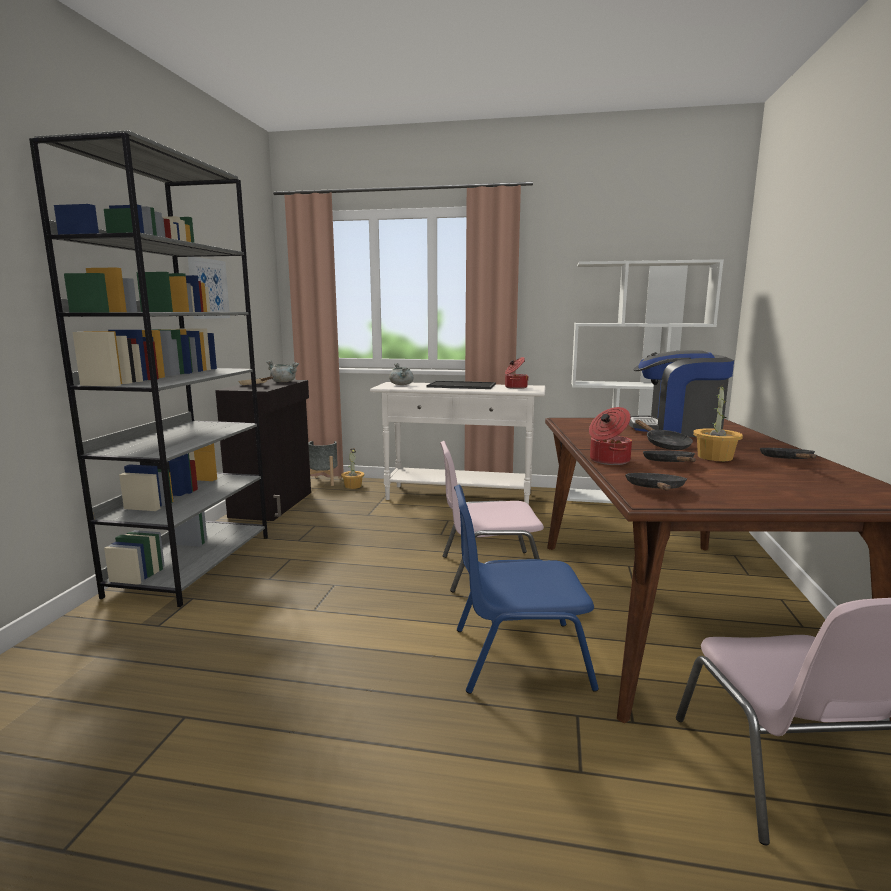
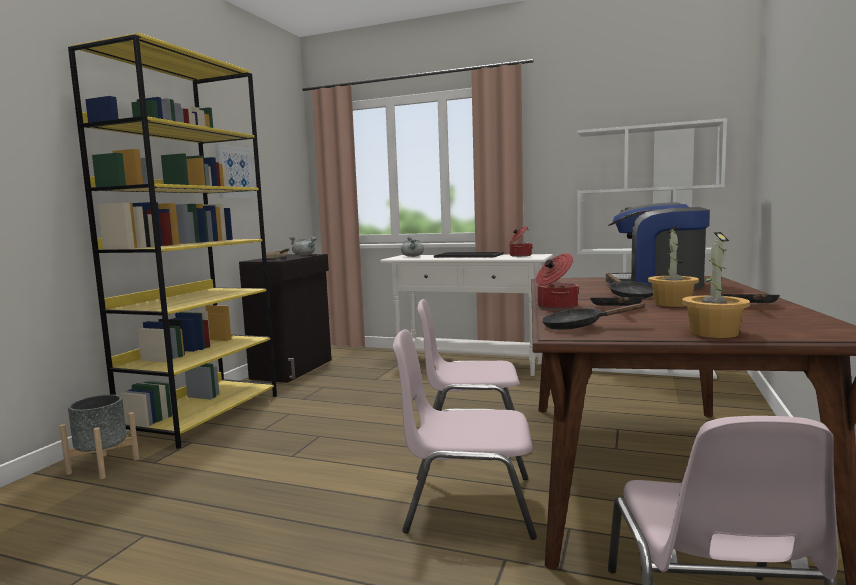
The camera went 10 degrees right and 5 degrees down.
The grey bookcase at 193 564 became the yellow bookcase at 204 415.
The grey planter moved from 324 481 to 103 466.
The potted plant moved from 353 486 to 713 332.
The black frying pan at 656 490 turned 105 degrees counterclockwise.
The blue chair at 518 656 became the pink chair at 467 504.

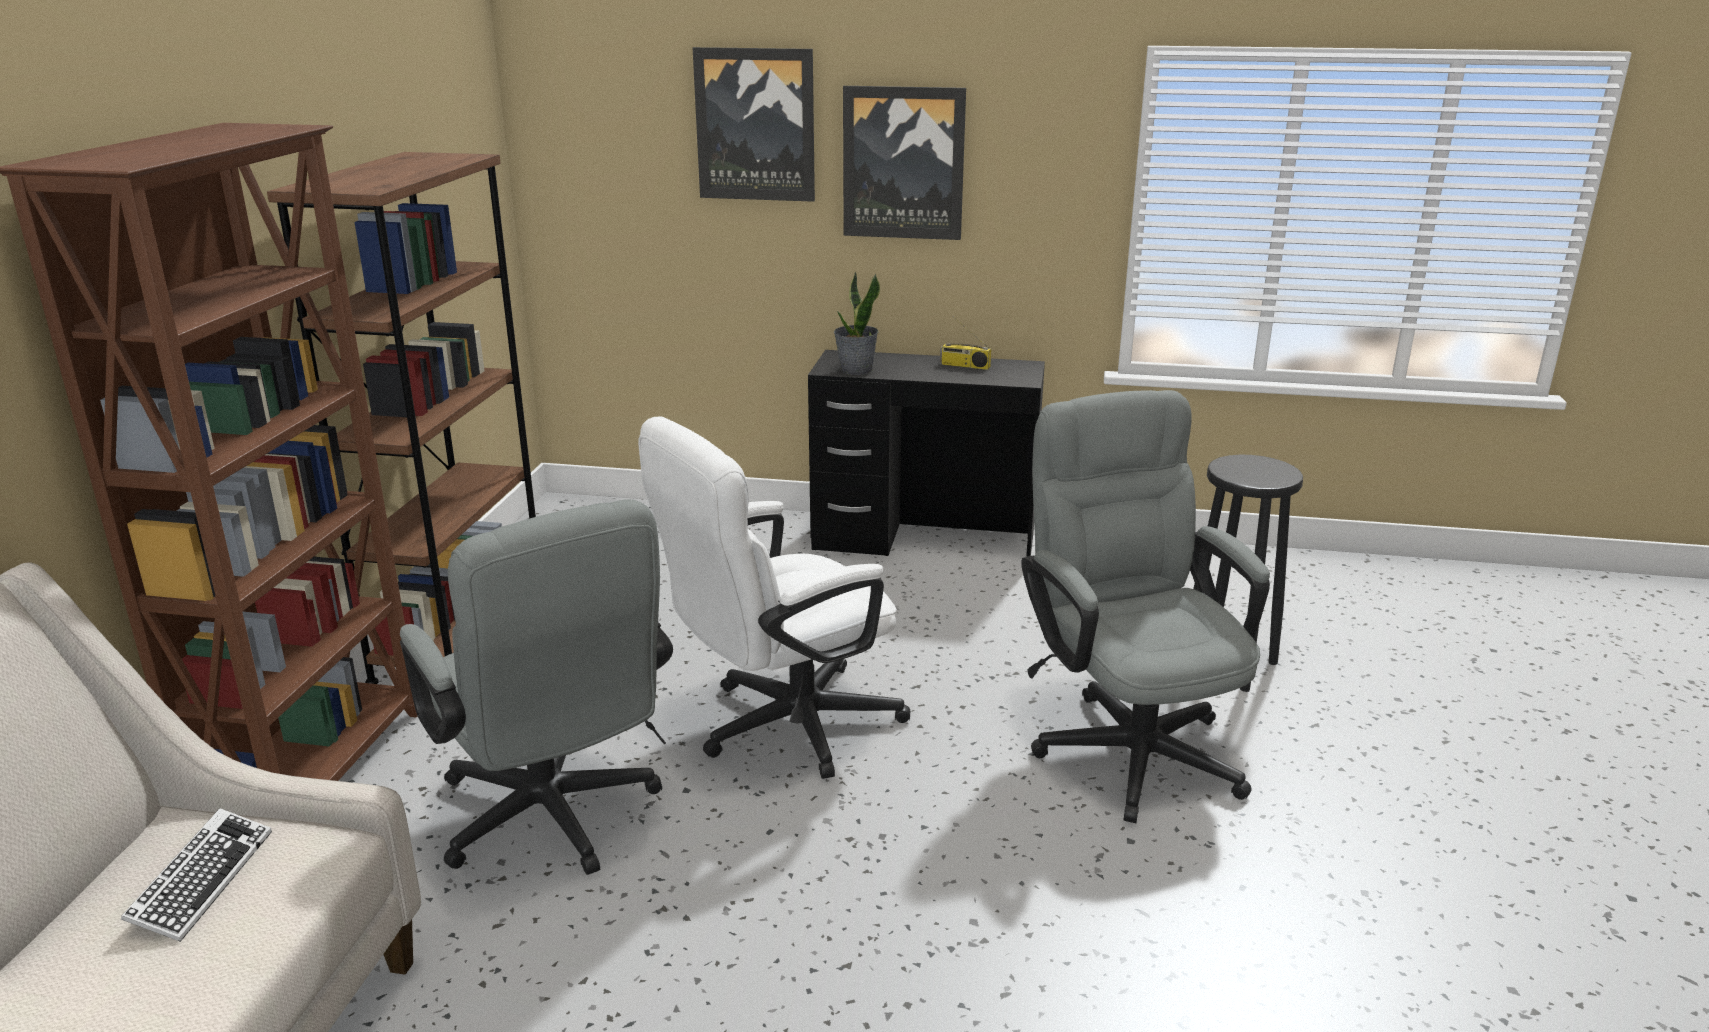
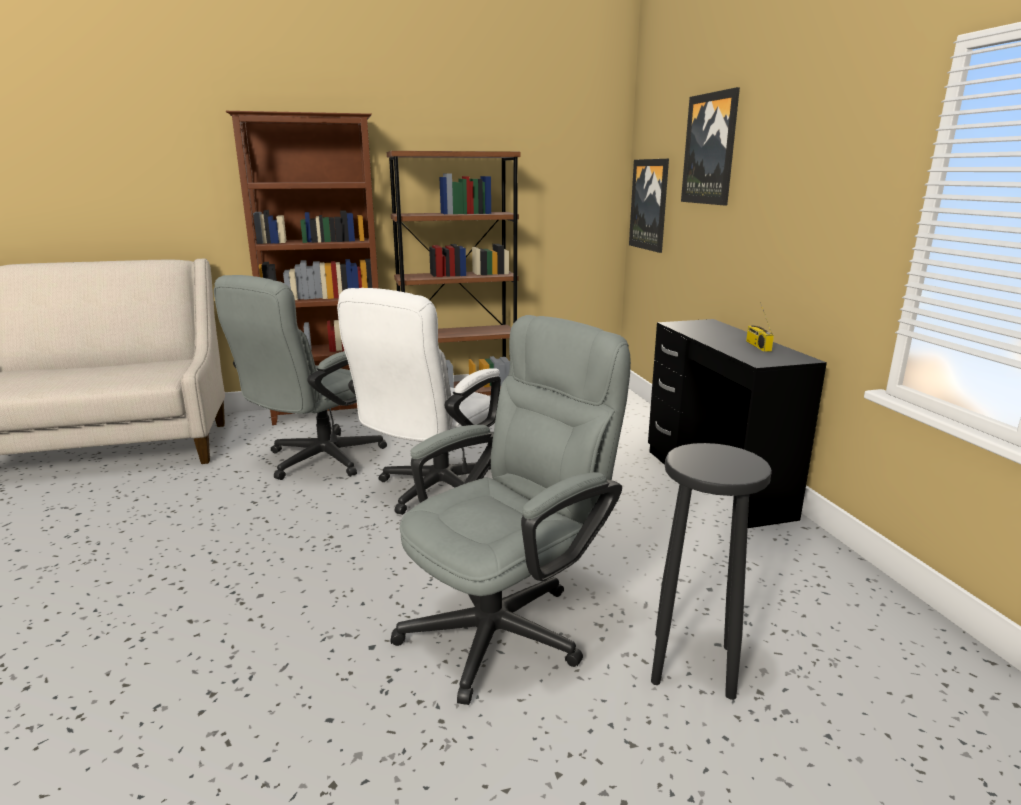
The camera went 65 degrees right and 5 degrees down.
The picture moved from 903 163 to 649 204.
The potted plant at 856 370 disappeared.
The white office chair at 782 727 turned 90 degrees counterclockwise.
The keyboard at 202 881 disappeared.

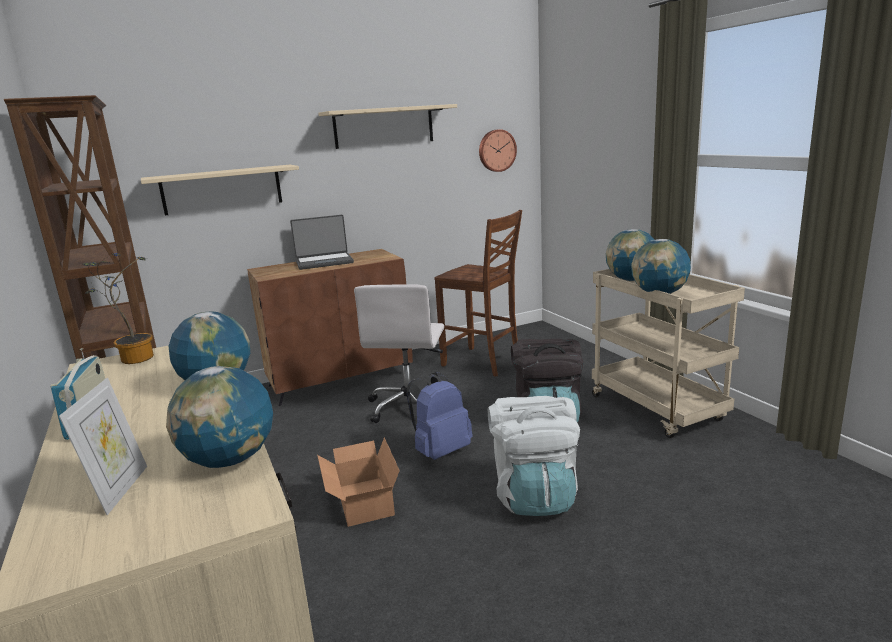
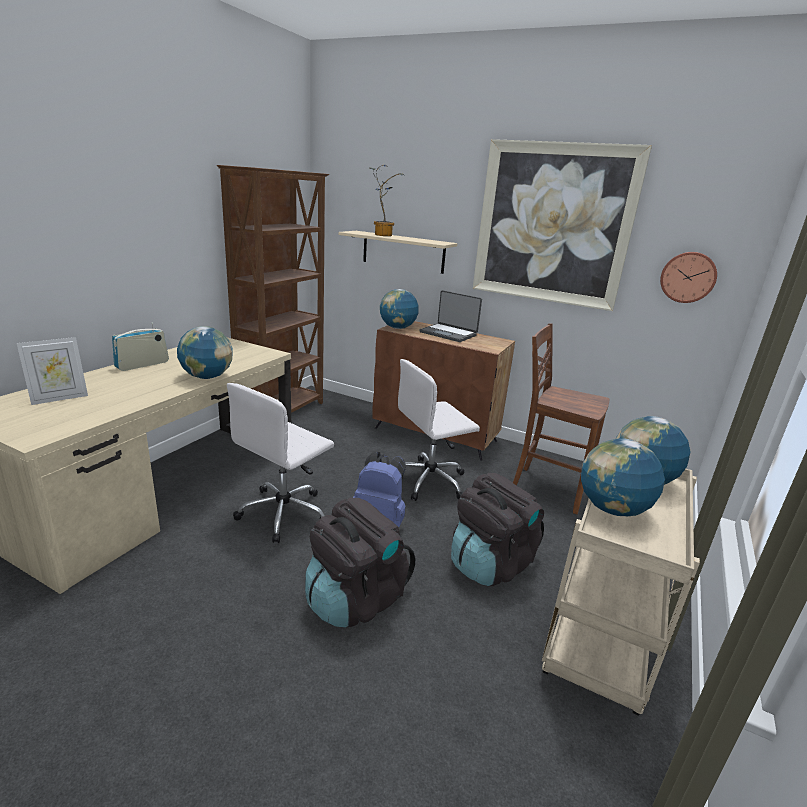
The camera went 50 degrees right and 5 degrees up.
The beige shelf at 384 127 was replaced by the picture at 553 225.
The brown chair at 482 363 turned 120 degrees clockwise.
The potted plant moved from 134 358 to 382 235.
The globe moved from 230 460 to 397 328.
The white backpack at 534 495 became the black backpack at 355 599.
The cardboard box at 362 503 was replaced by the white office chair at 285 513.

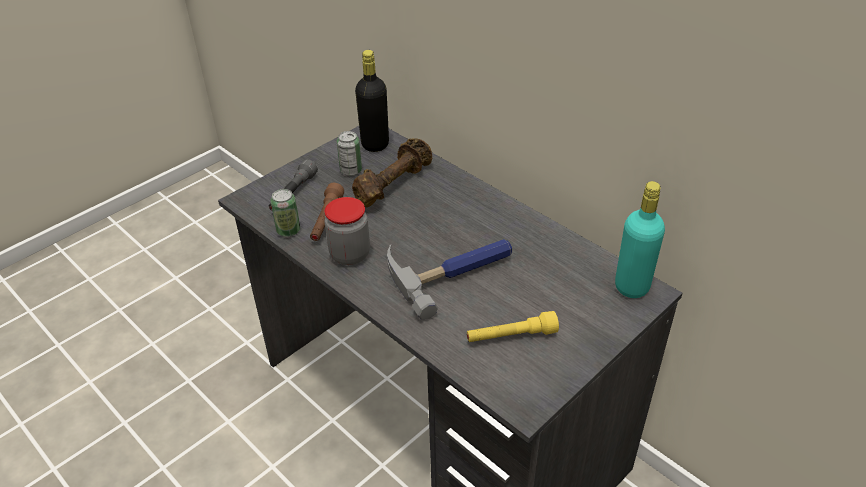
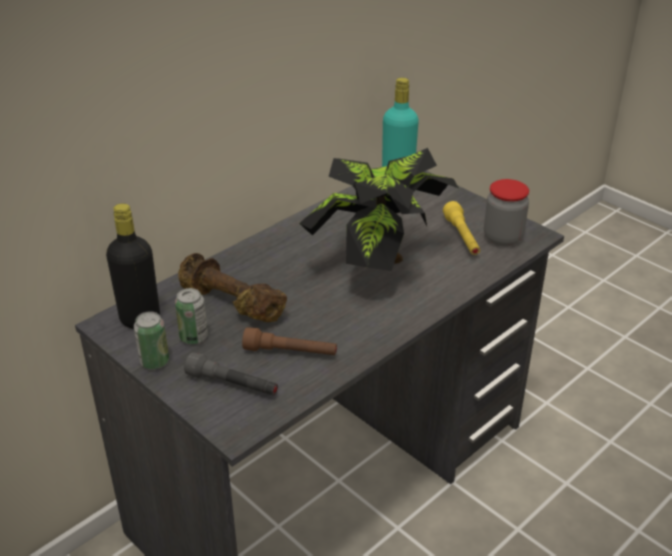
The camera went 90 degrees left and 5 degrees down.
The can moved from 288 230 to 154 361.
The jar moved from 350 254 to 502 238.
The hammer at 452 270 was replaced by the potted plant at 379 265.

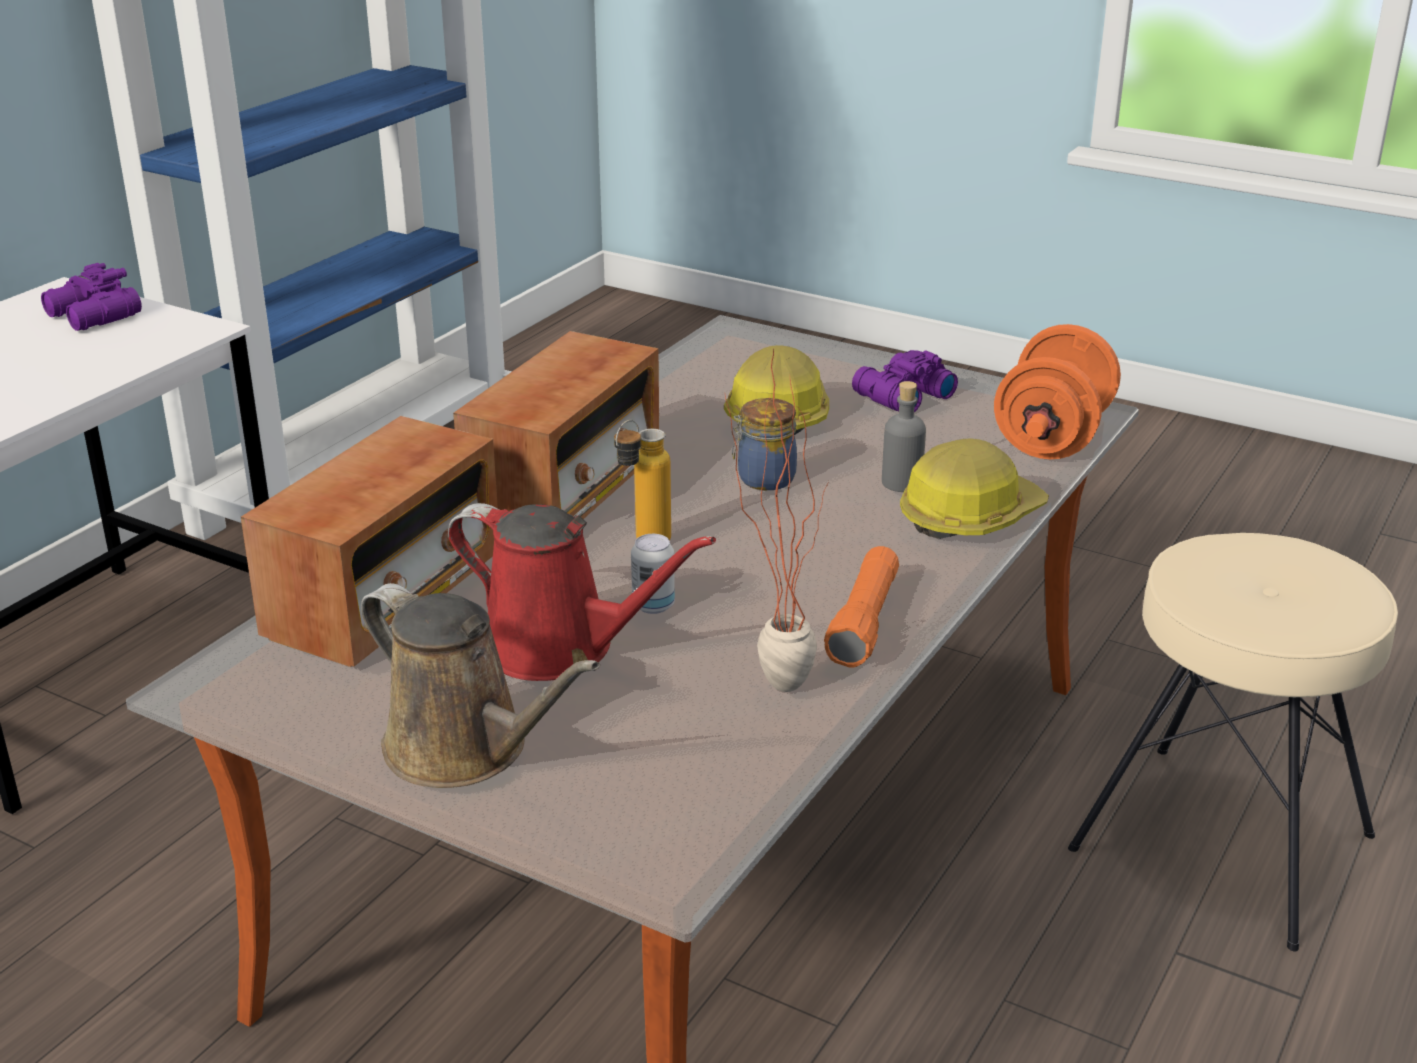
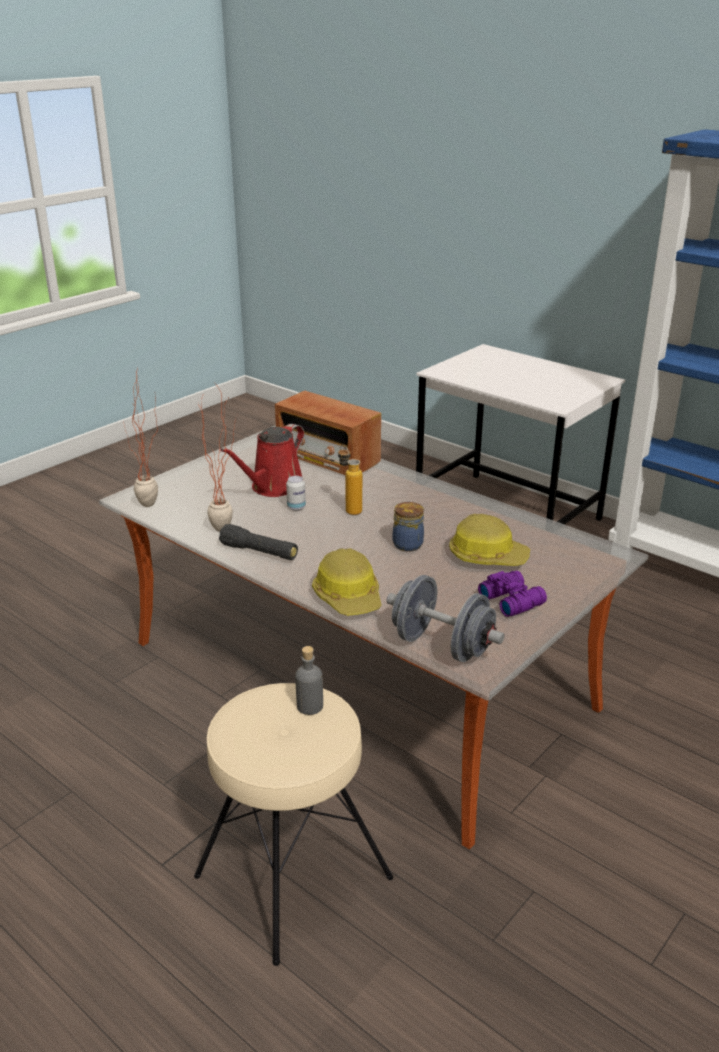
The camera went 100 degrees right and 0 degrees up.
The purple binoculars at 92 316 disappeared.
The orange dumbbell at 1052 437 became the grey dumbbell at 442 645.
The radio at 565 490 disappeared.
The grey bottle moved from 901 483 to 309 706.
The orange flashlight at 864 622 became the black flashlight at 259 552.
The brown watering can at 465 750 disappeared.
The potted plant at 151 507 appeared.

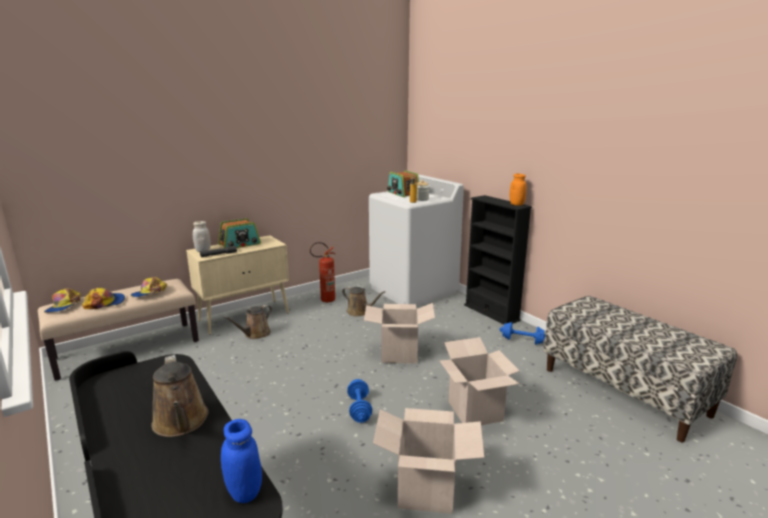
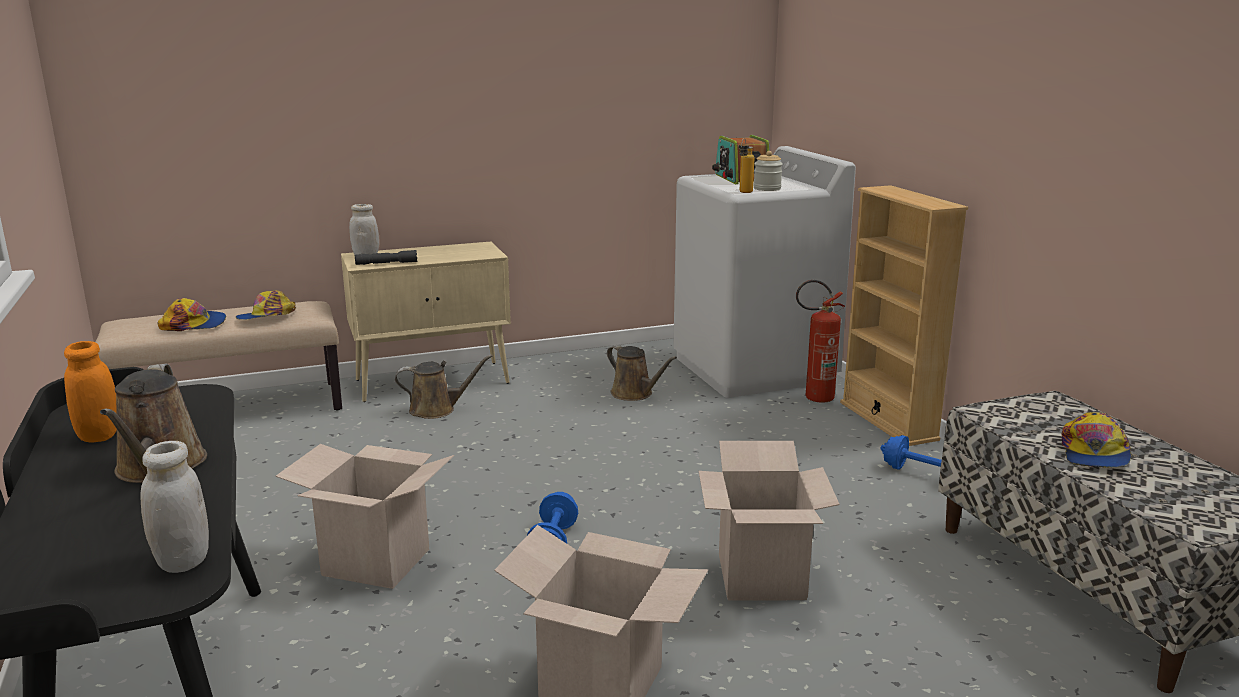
The camera went 15 degrees right and 0 degrees up.
The orange jar moved from 516 204 to 99 436.
The black bookcase at 491 312 became the beige bookcase at 888 421.
The radio at 240 244 disappeared.
The fire extinguisher moved from 324 300 to 813 398.
The cap moved from 64 306 to 1094 453.
The cardboard box moved from 399 354 to 376 562.
The brown watering can at 255 334 turned 150 degrees counterclockwise.
The blue jar at 244 492 became the white jar at 182 561.

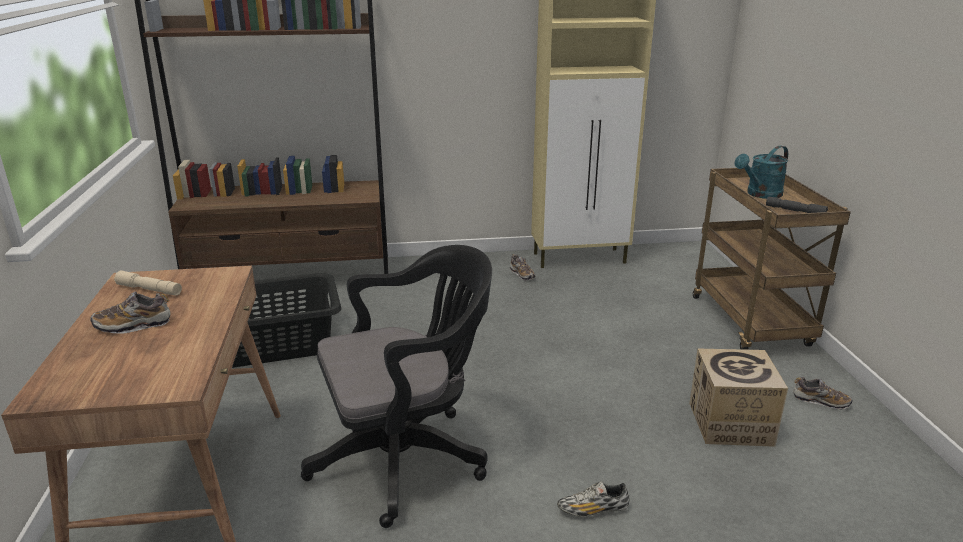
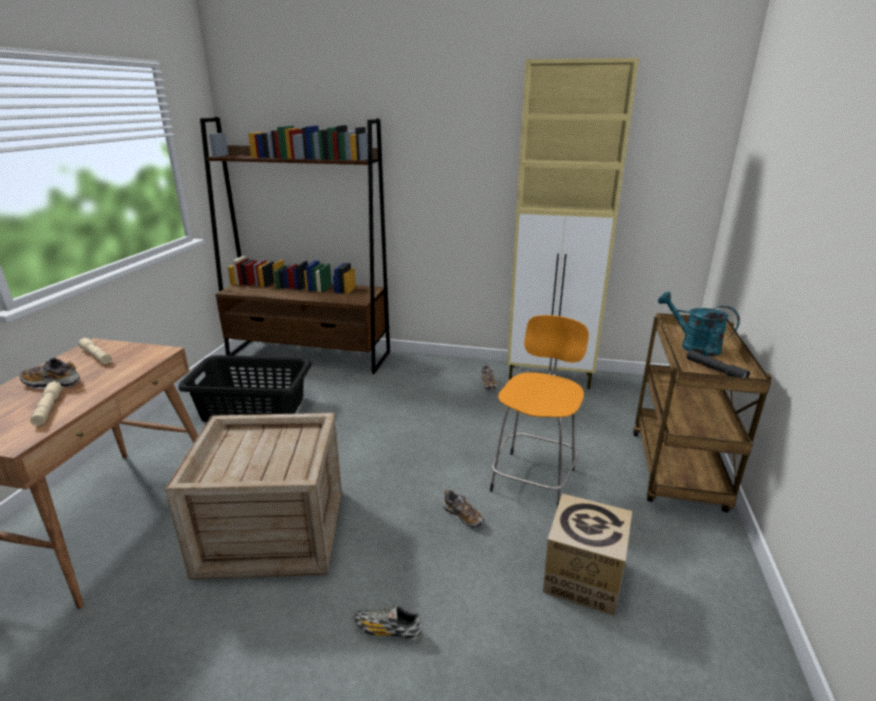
The camera went 20 degrees right and 0 degrees up.
The turquoise watering can at 760 194 turned 60 degrees clockwise.
The black office chair at 407 458 was replaced by the crate at 274 532.
The shoe moved from 820 401 to 463 516.
The orange stool at 534 478 appeared.
The beige flashlight at 48 409 appeared.

